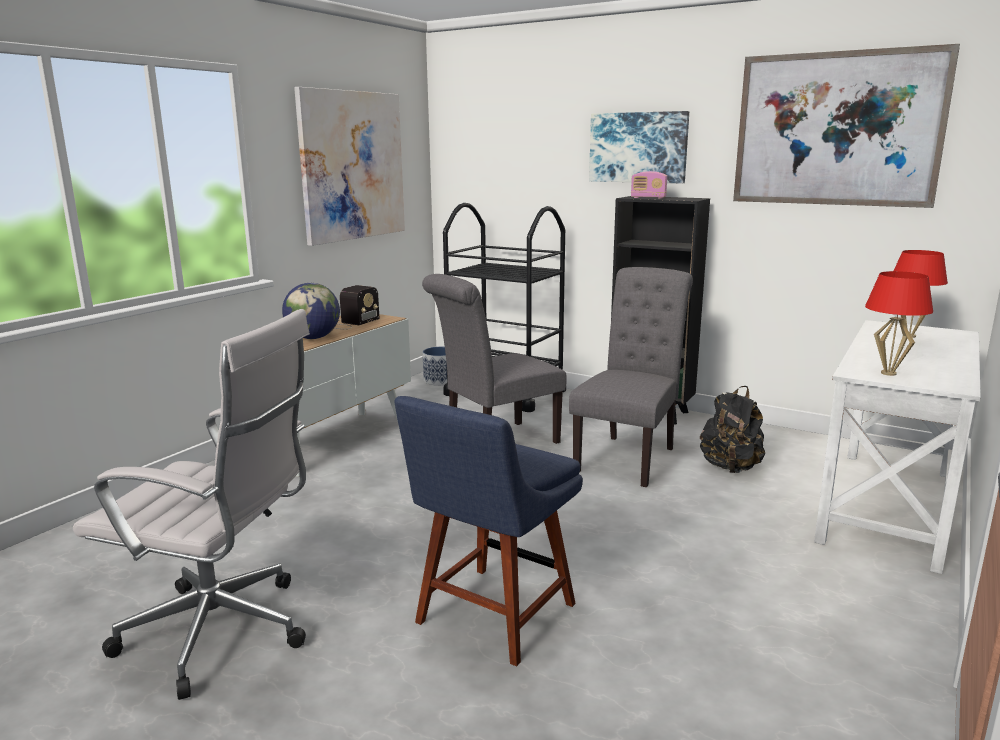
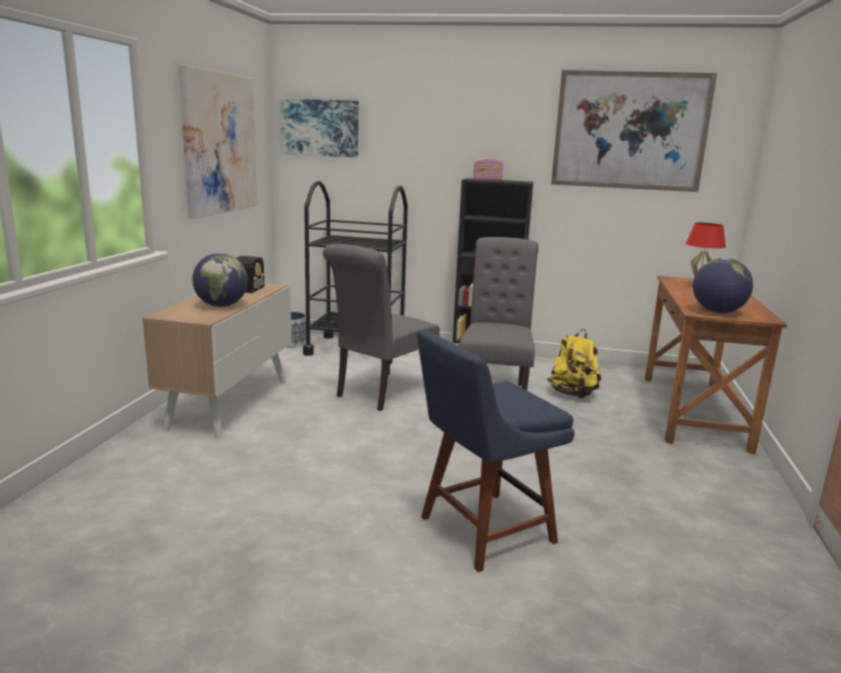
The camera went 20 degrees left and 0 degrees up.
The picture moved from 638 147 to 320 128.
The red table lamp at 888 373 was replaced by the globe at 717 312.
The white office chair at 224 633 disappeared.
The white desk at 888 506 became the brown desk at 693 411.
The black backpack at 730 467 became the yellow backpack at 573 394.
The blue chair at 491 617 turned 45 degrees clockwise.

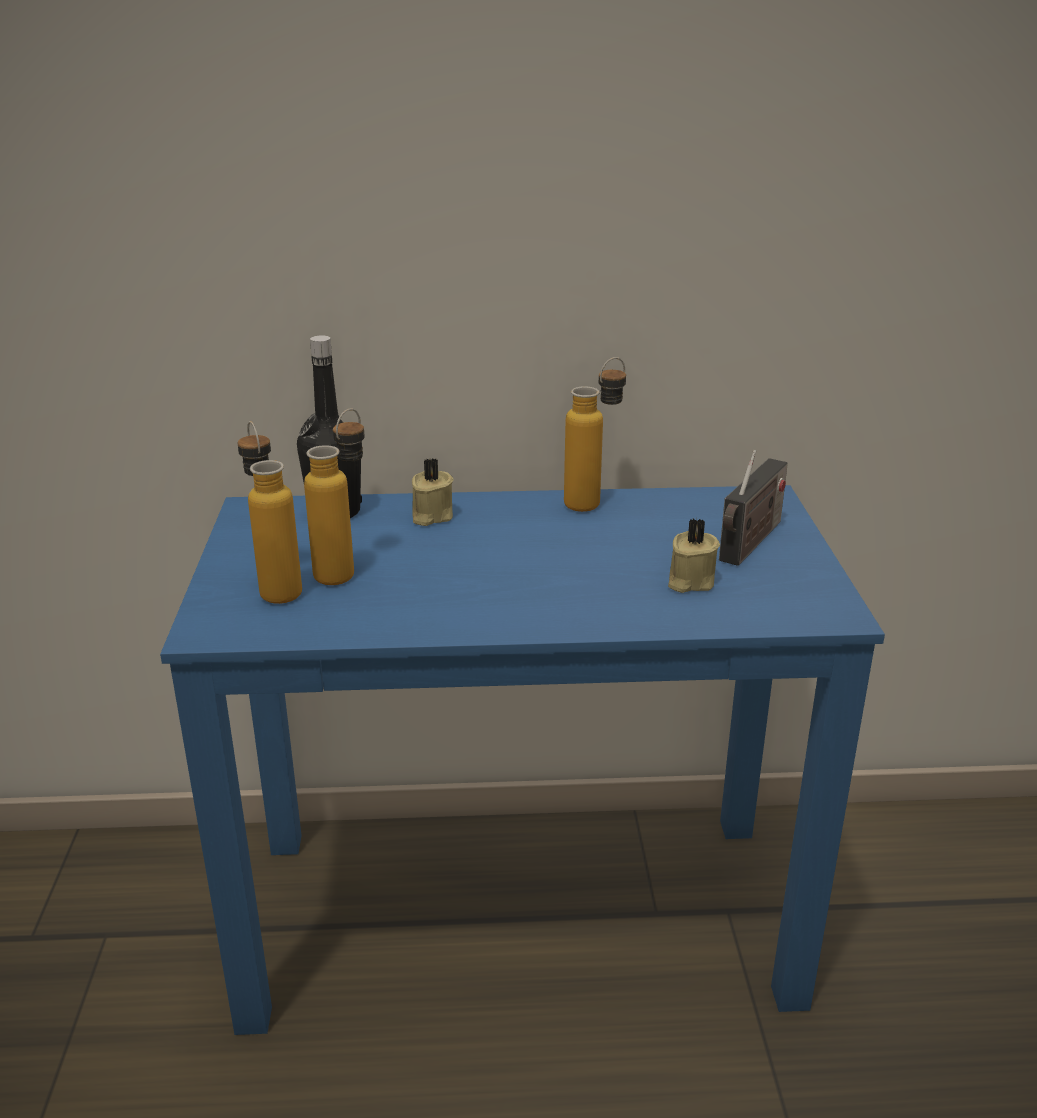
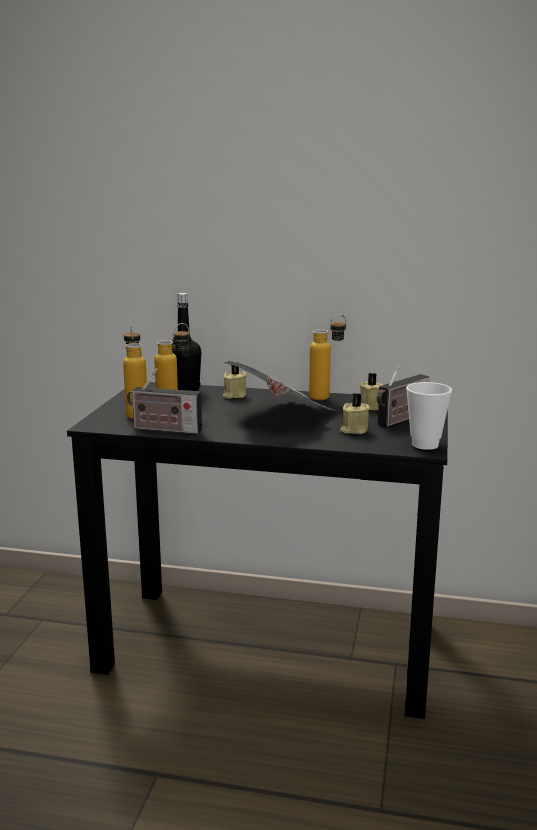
The camera went 15 degrees right and 10 degrees down.
The blue desk at 520 915 became the black desk at 270 646.
The newspaper at 282 416 appeared.
The radio at 164 429 appeared.
The beige candle at 372 406 appeared.
The cup at 425 445 appeared.

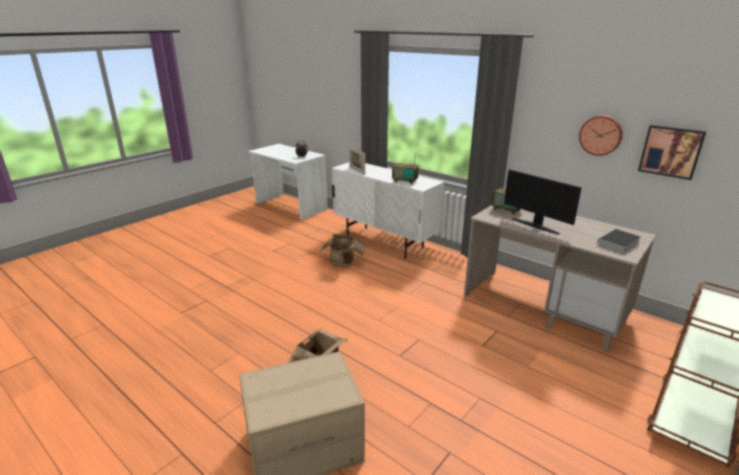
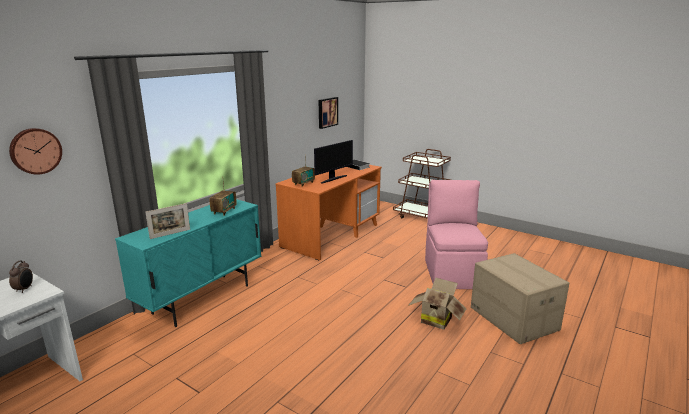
The camera went 95 degrees left and 5 degrees down.
The wall clock moved from 601 135 to 35 151.
The white cabinet at 384 242 became the turquoise cabinet at 202 299.
The beige desk at 545 307 became the orange desk at 331 235.
The cardboard box at 342 262 disappeared.
The pink chair at 452 273 appeared.

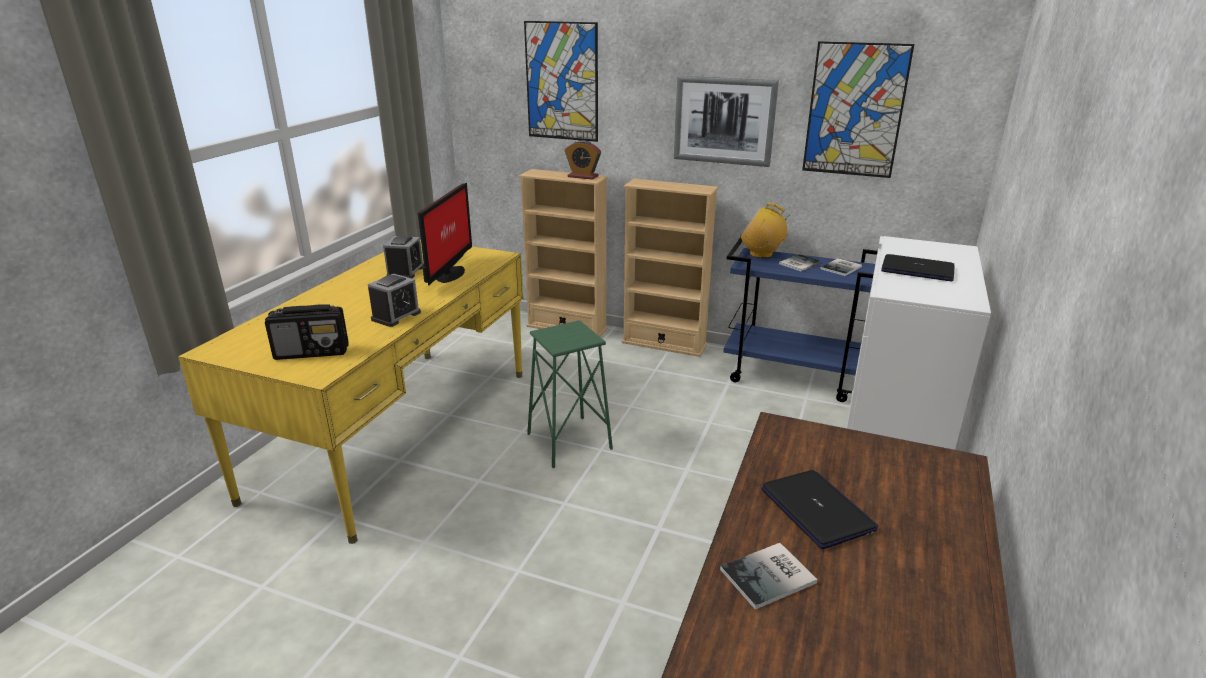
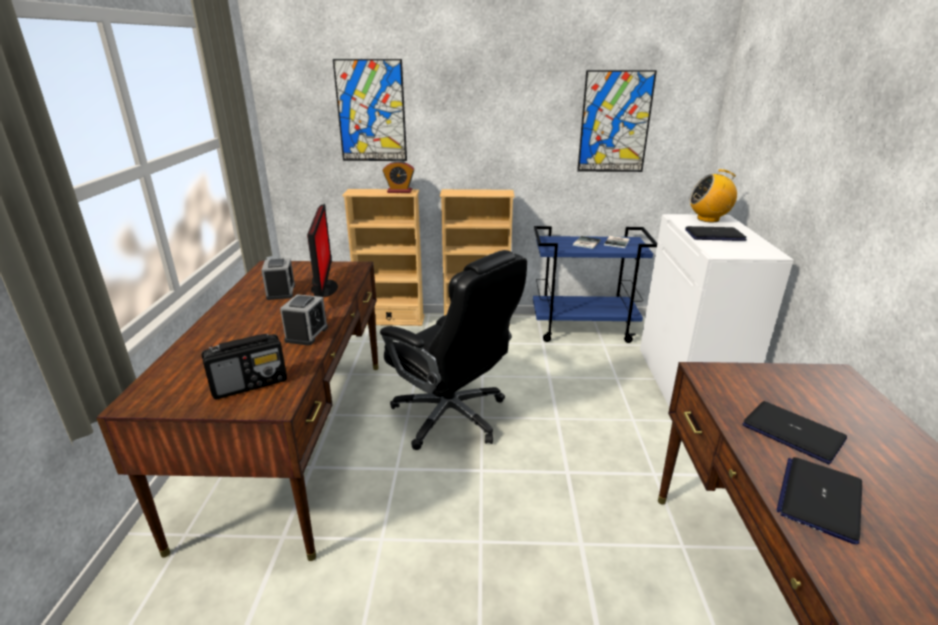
The camera went 20 degrees left and 0 degrees up.
The picture at 724 121 disappeared.
The radio moved from 761 254 to 708 219.
The yellow desk at 397 431 became the brown desk at 293 440.
The green stool at 568 442 was replaced by the black office chair at 452 416.
The book at 771 577 was replaced by the laptop at 820 499.

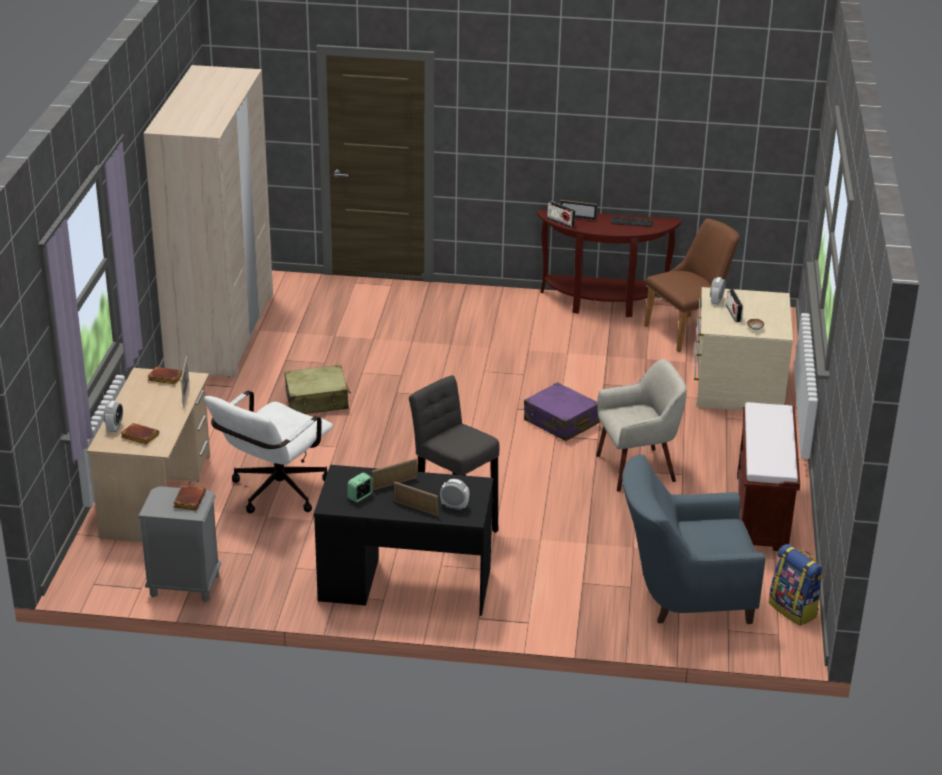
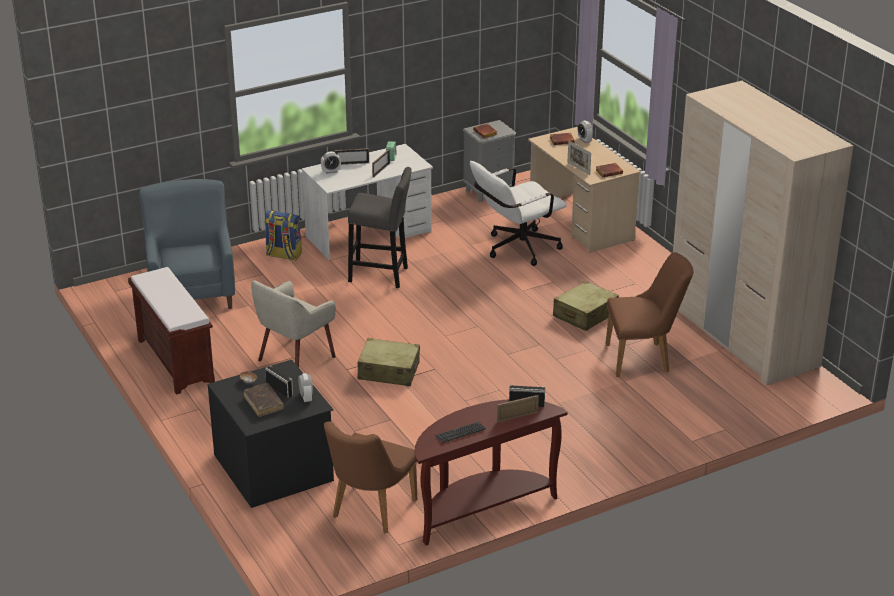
The camera went 145 degrees right and 0 degrees up.
The beige dresser at 737 385 became the black dresser at 275 467.
The purple suitcase at 561 422 became the beige suitcase at 388 371.
The white office chair at 273 494 turned 120 degrees counterclockwise.
The blue armchair at 683 596 turned 60 degrees counterclockwise.
The black desk at 405 585 became the white desk at 369 235.
The backpack moved from 794 610 to 283 255.
The brown chair at 644 358 appeared.
The brown book at 263 403 appeared.

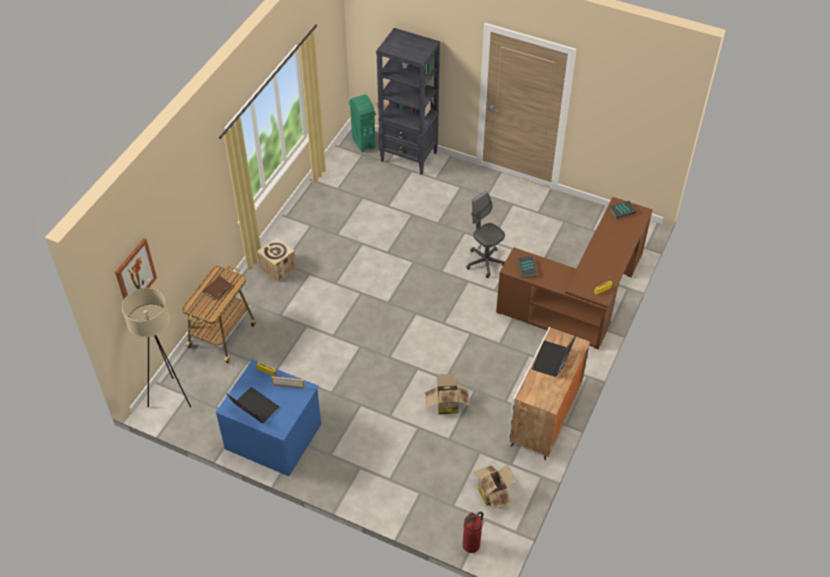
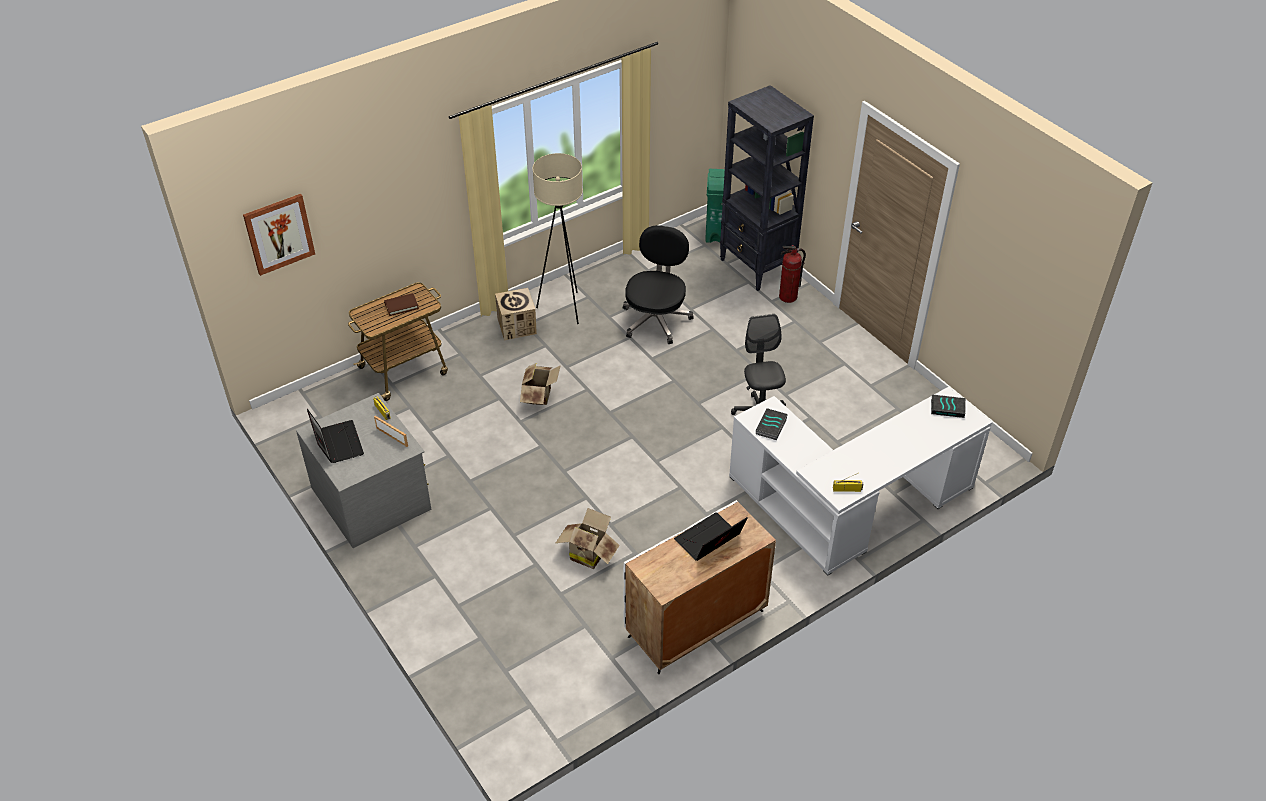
The camera went 30 degrees right and 5 degrees down.
The brown desk at 581 299 became the white desk at 850 506.
The beige floor lamp moved from 171 397 to 564 308.
The blue dresser at 274 435 became the grey dresser at 372 497.
The cardboard box moved from 493 493 to 540 396.
The fire extinguisher moved from 471 545 to 788 297.
The black office chair at 656 319 appeared.

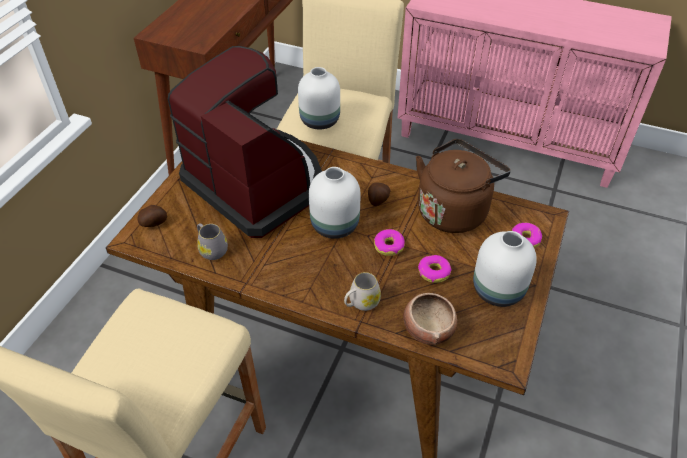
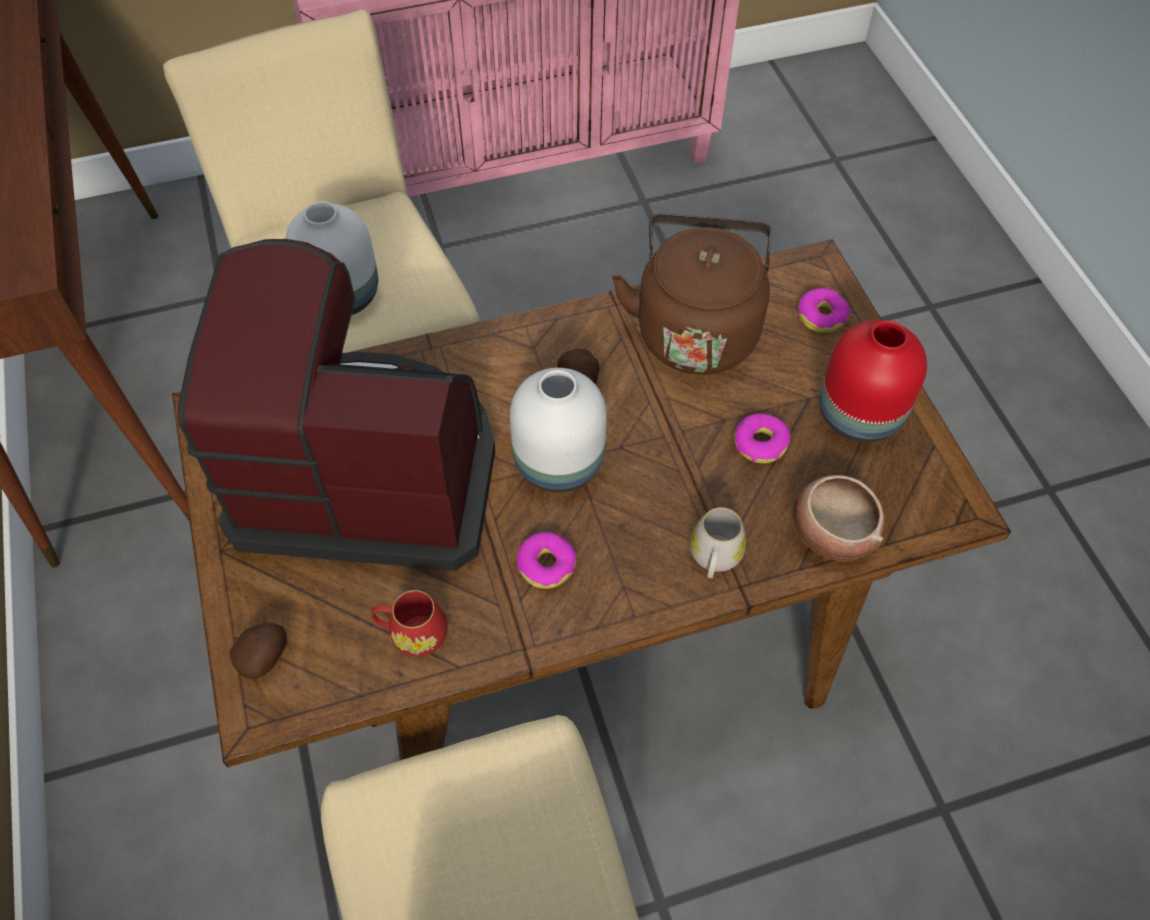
The camera went 40 degrees left and 10 degrees up.
The grey mug at 211 249 became the red mug at 412 633.
The donut moved from 389 246 to 546 564.
The white vase at 499 290 became the red vase at 861 414.

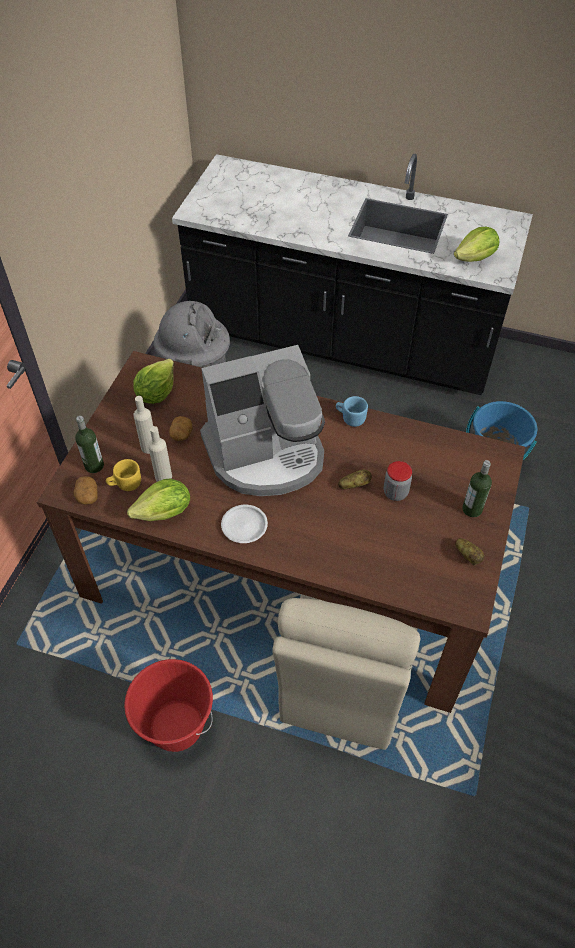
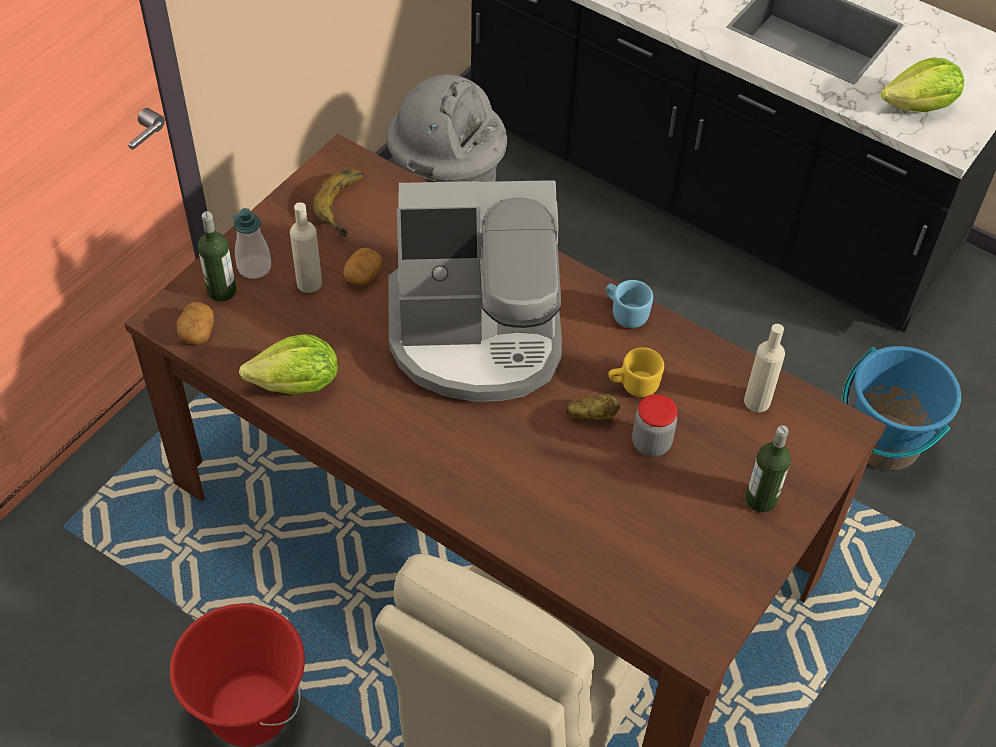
The camera went 15 degrees right and 0 degrees up.
The lettuce at 156 393 was replaced by the banana at 348 205.
The beige bottle moved from 163 477 to 757 401.
The yellow mug moved from 125 484 to 633 385.
The white plate at 244 525 disappeared.
The potato at 468 556 disappeared.
The soap dispenser at 254 267 appeared.

